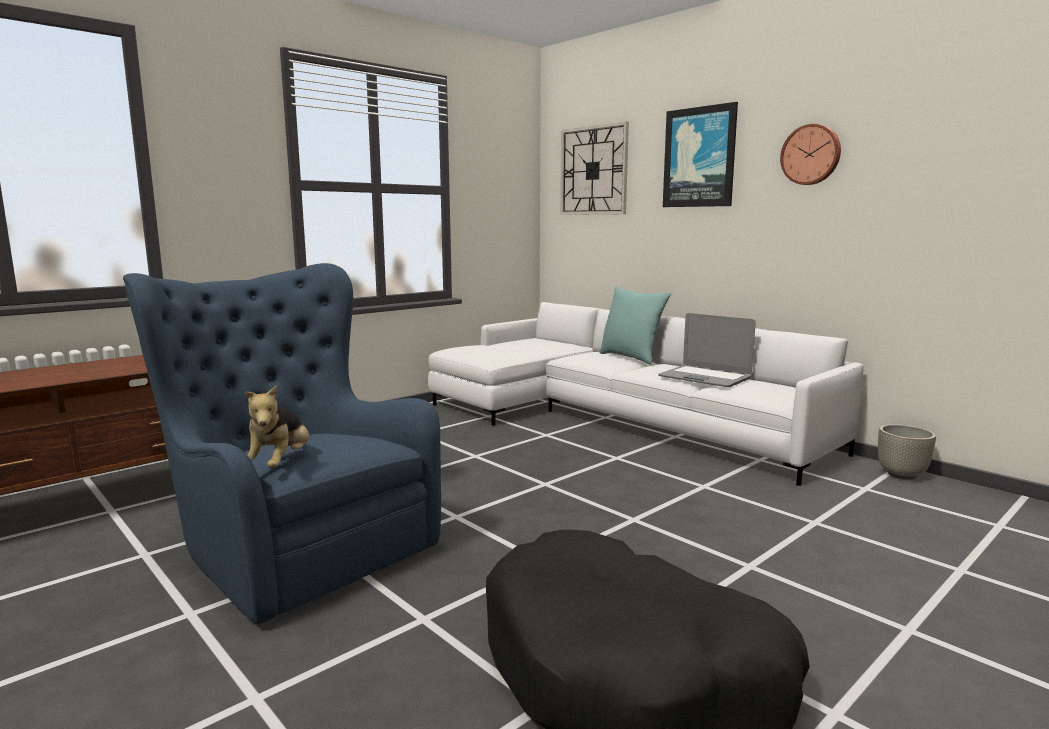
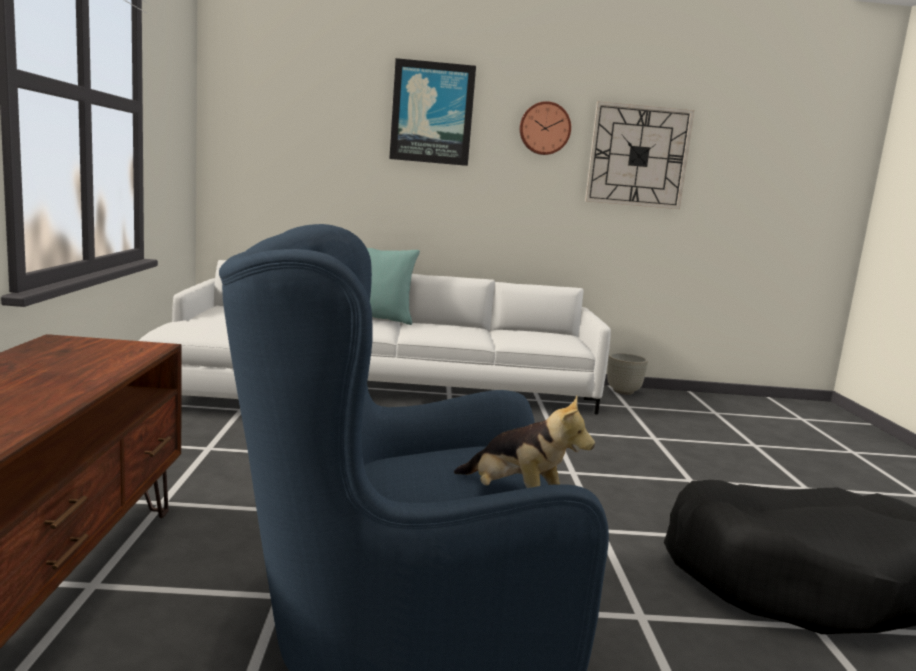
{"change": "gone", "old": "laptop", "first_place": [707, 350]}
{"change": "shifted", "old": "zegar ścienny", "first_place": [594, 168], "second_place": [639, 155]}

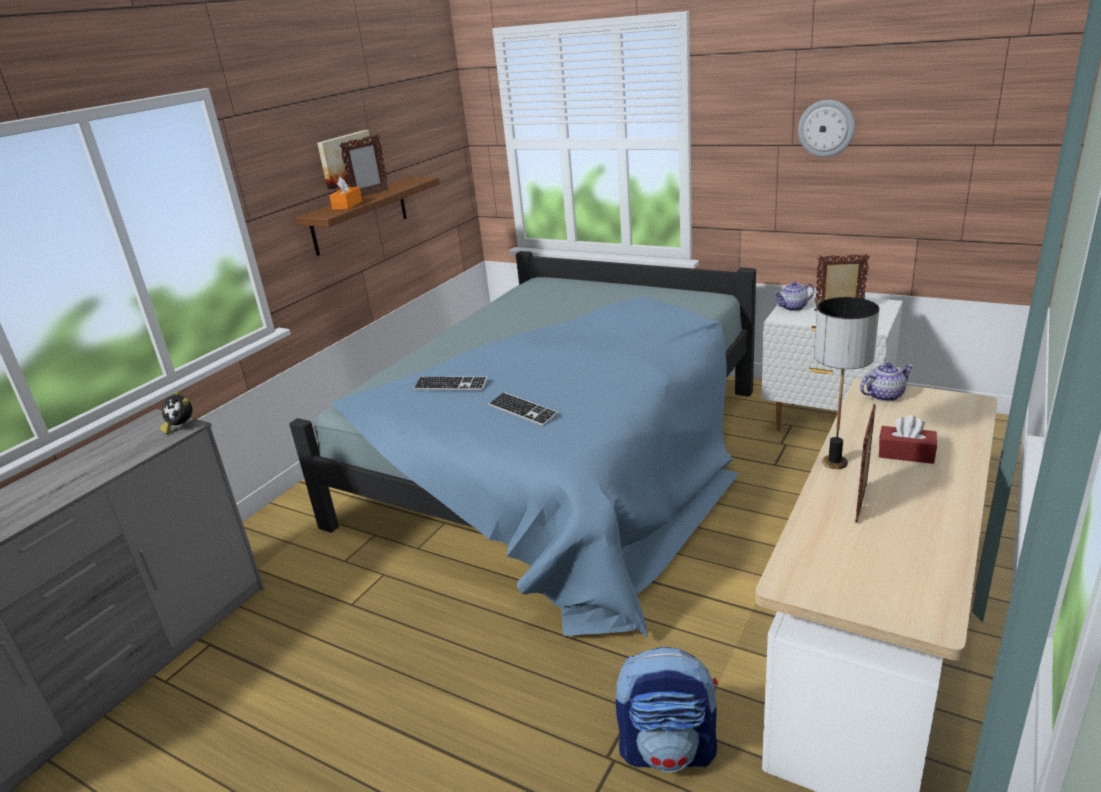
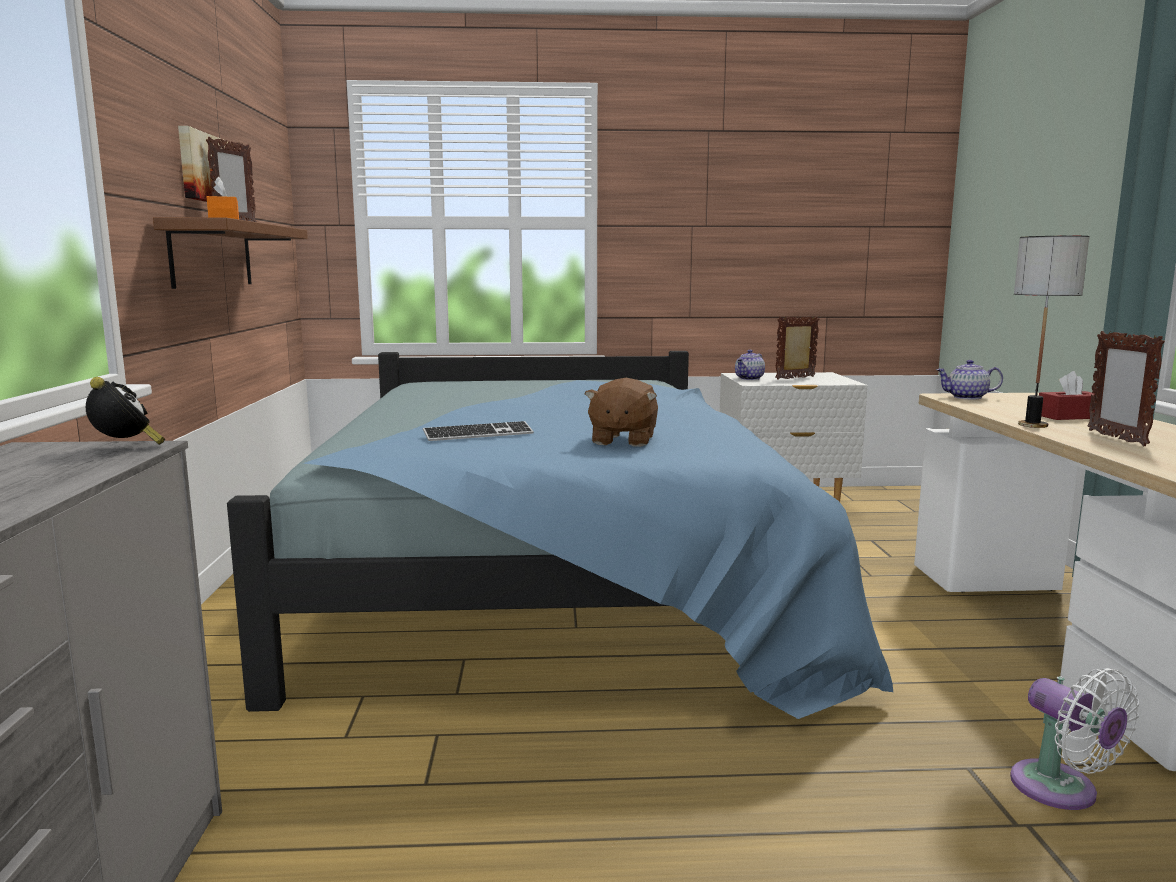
{"change": "gone", "old": "zegar ścienny", "first_place": [826, 128]}
{"change": "swapped", "old": "klawiatura", "new": "pluszak [brązowy]", "first_place": [523, 409], "second_place": [621, 412]}
{"change": "swapped", "old": "plecak", "new": "wentylator [biały]", "first_place": [667, 709], "second_place": [1074, 739]}
{"change": "rotated", "old": "budzik", "first_place": [175, 412], "second_place": [125, 411], "degrees": -120}
{"change": "rotated", "old": "imbryk", "first_place": [886, 382], "second_place": [969, 380], "degrees": -120}

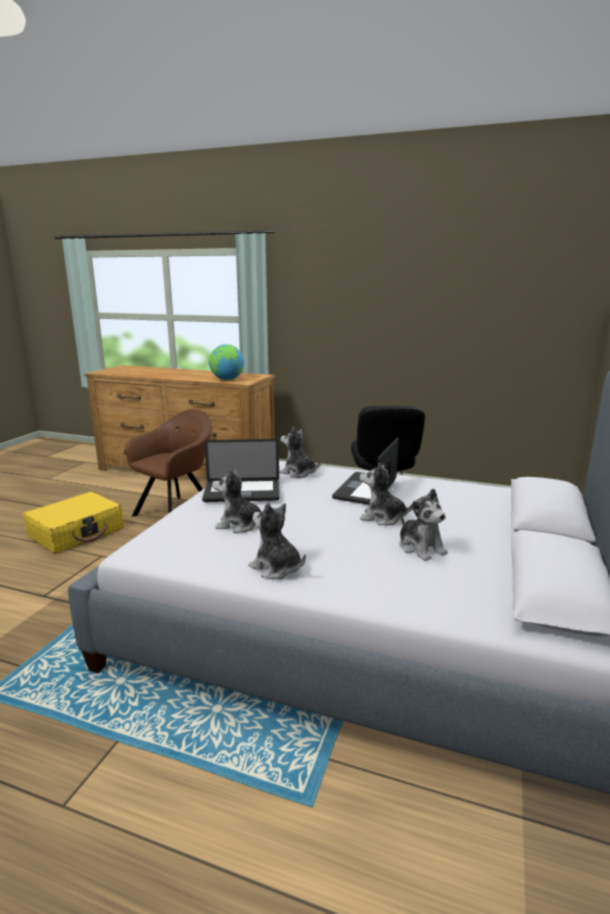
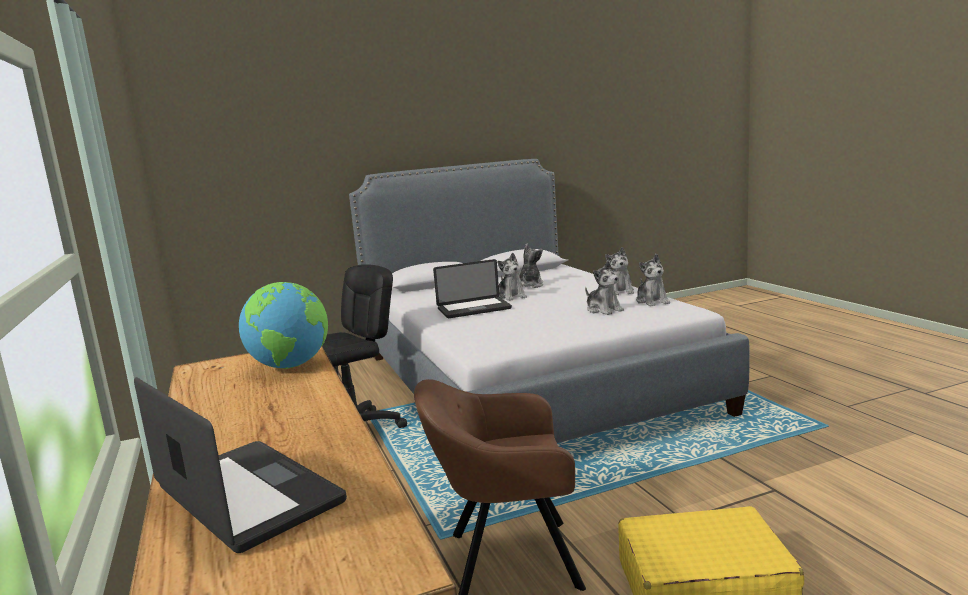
{"change": "shifted", "old": "laptop", "first_place": [241, 470], "second_place": [240, 465]}
{"change": "shifted", "old": "pluszak", "first_place": [300, 452], "second_place": [653, 280]}

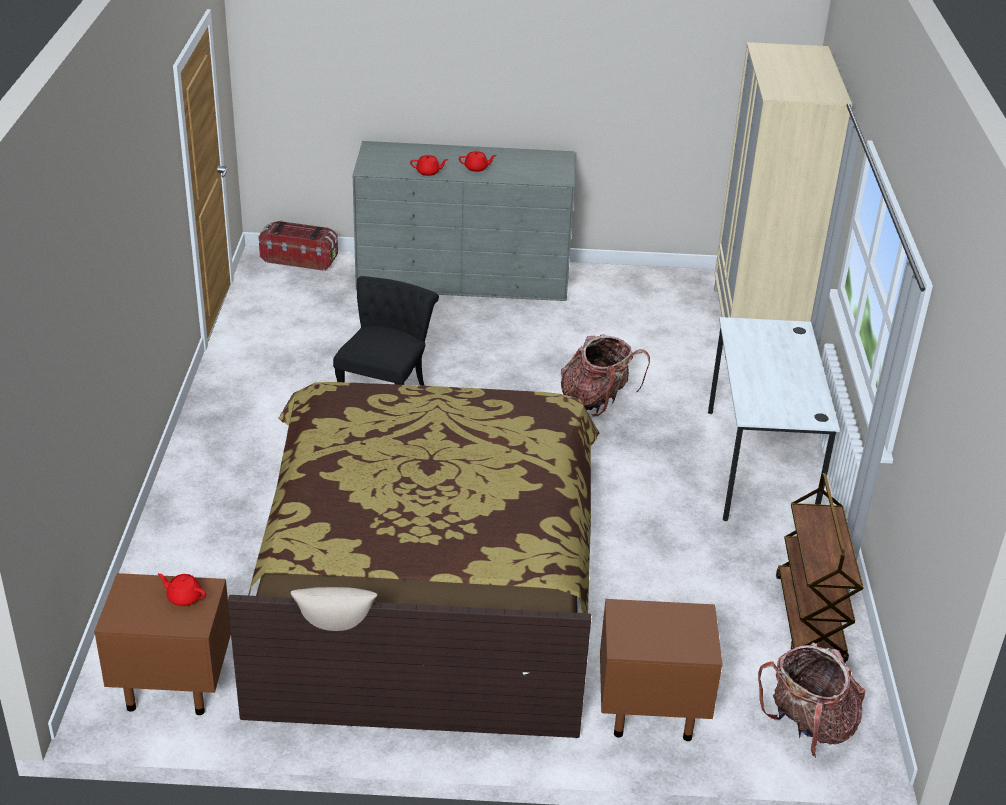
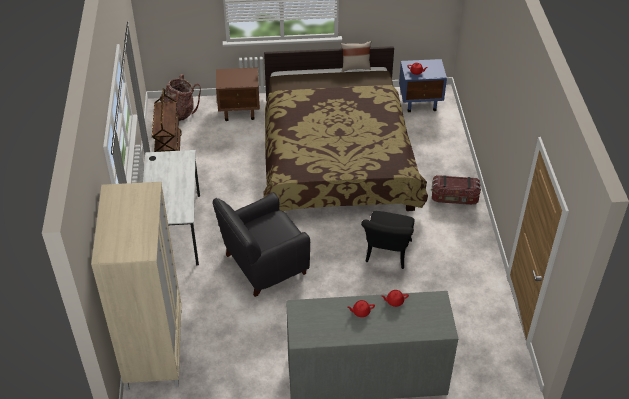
{"change": "shifted", "old": "pojemnik do przechowywania", "first_place": [298, 246], "second_place": [456, 190]}
{"change": "swapped", "old": "plecak", "new": "fotel [czarny]", "first_place": [605, 375], "second_place": [261, 245]}
{"change": "repainted", "old": "szafka nocna [brązowy]", "new": "szafka nocna [niebieski]", "first_place": [162, 644], "second_place": [423, 85]}

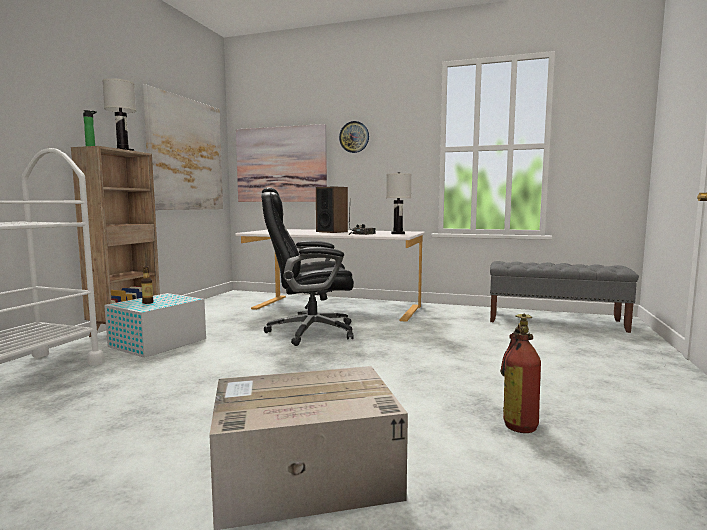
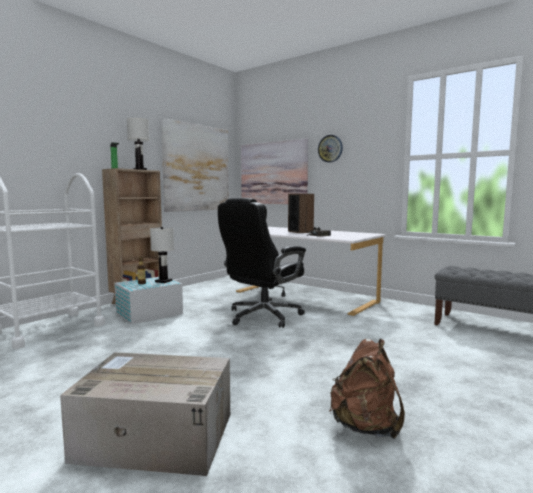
{"change": "shifted", "old": "lampa stołowa [biały]", "first_place": [399, 203], "second_place": [162, 255]}
{"change": "swapped", "old": "gaśnica", "new": "plecak [brązowy]", "first_place": [520, 373], "second_place": [367, 389]}
{"change": "rotated", "old": "krzesło biurowe [czarny]", "first_place": [307, 266], "second_place": [262, 263], "degrees": -60}

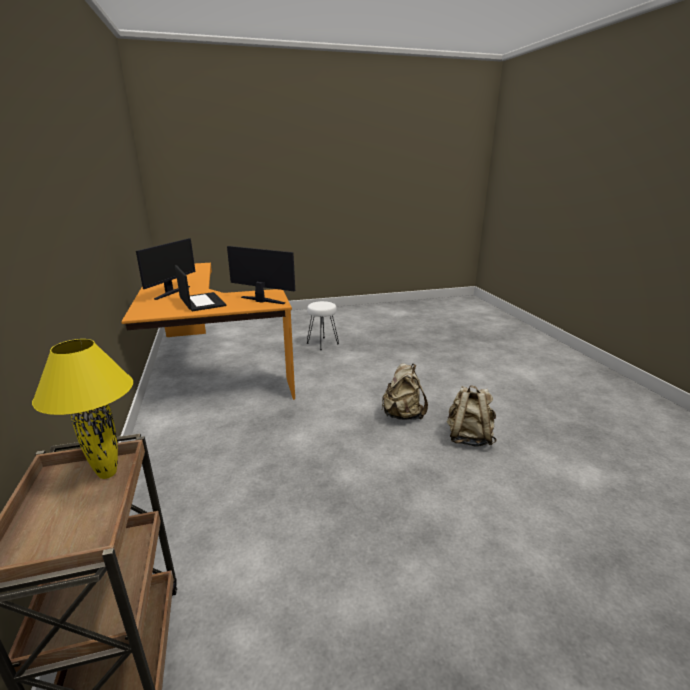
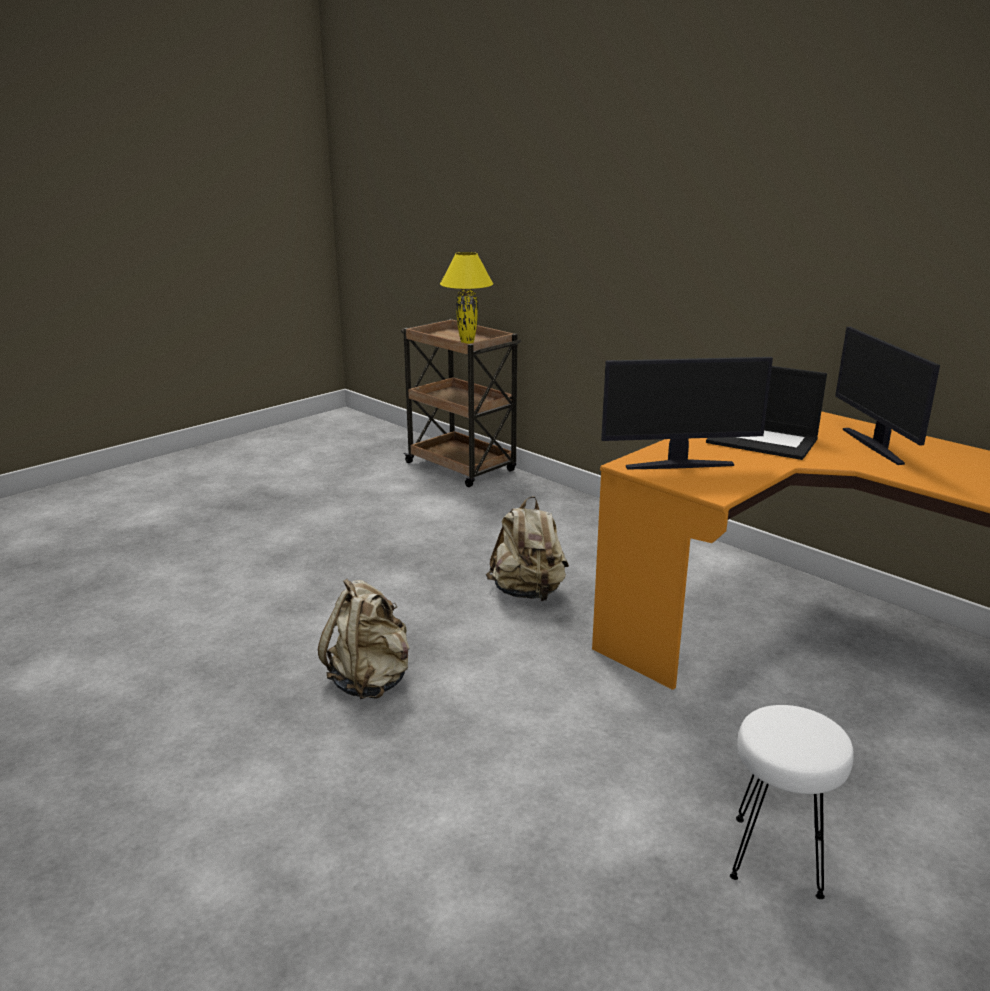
{"change": "shifted", "old": "plecak [beżowy]", "first_place": [471, 416], "second_place": [527, 548]}

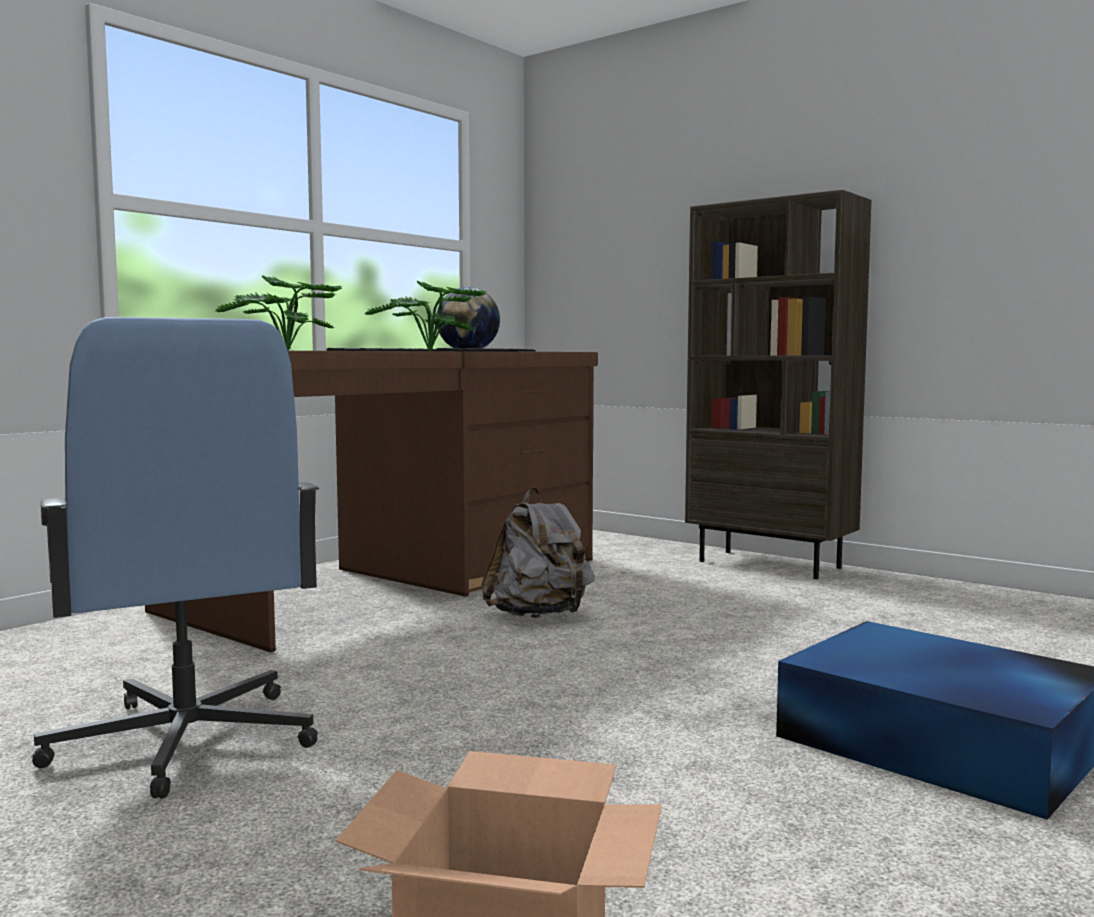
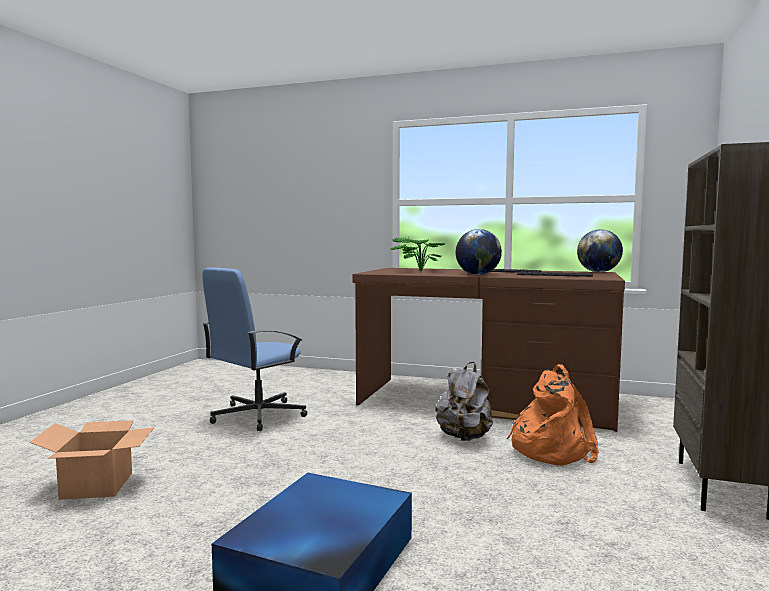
{"change": "new", "new": "plecak [pomarańczowy]", "second_place": [552, 415]}
{"change": "swapped", "old": "roślina doniczkowa", "new": "globus", "first_place": [425, 316], "second_place": [479, 252]}

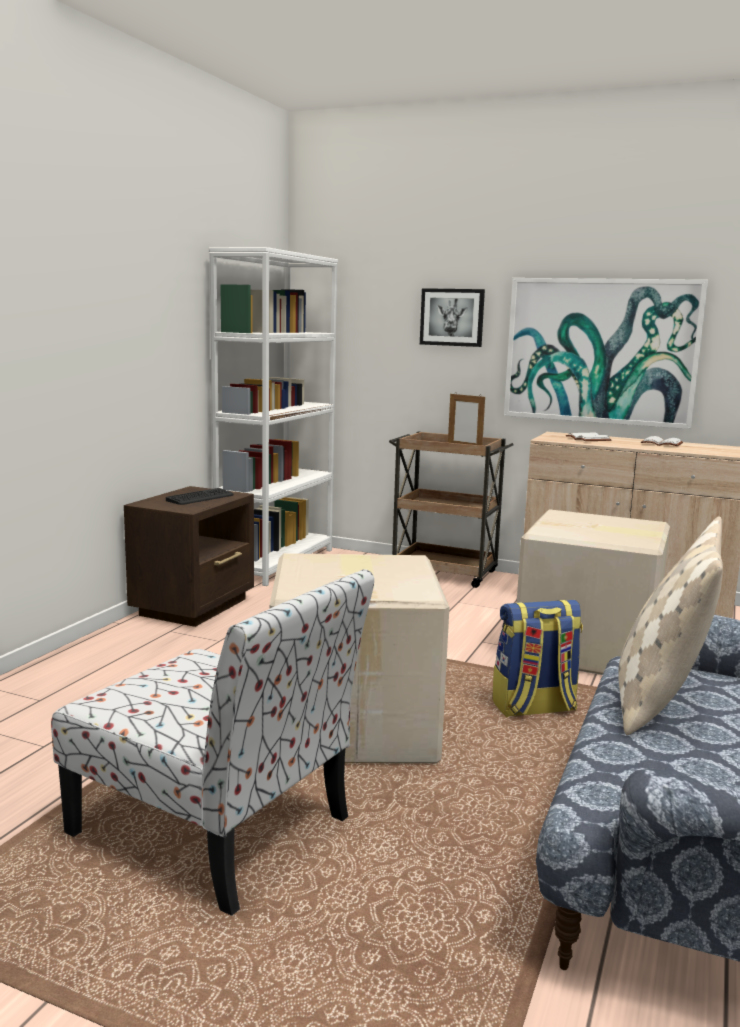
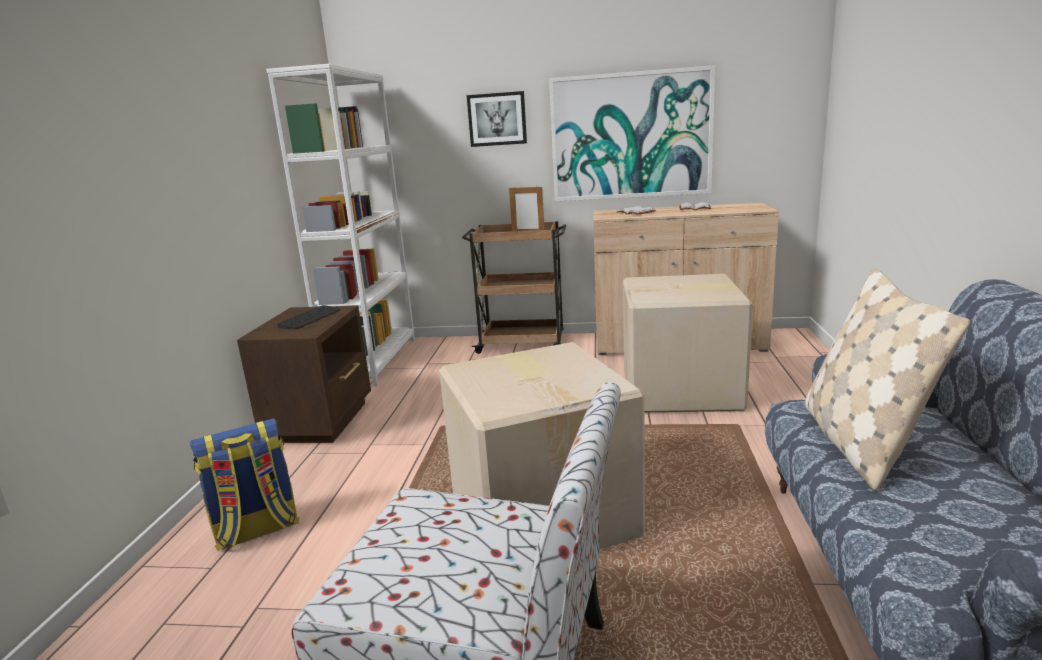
{"change": "shifted", "old": "plecak", "first_place": [537, 658], "second_place": [244, 485]}

